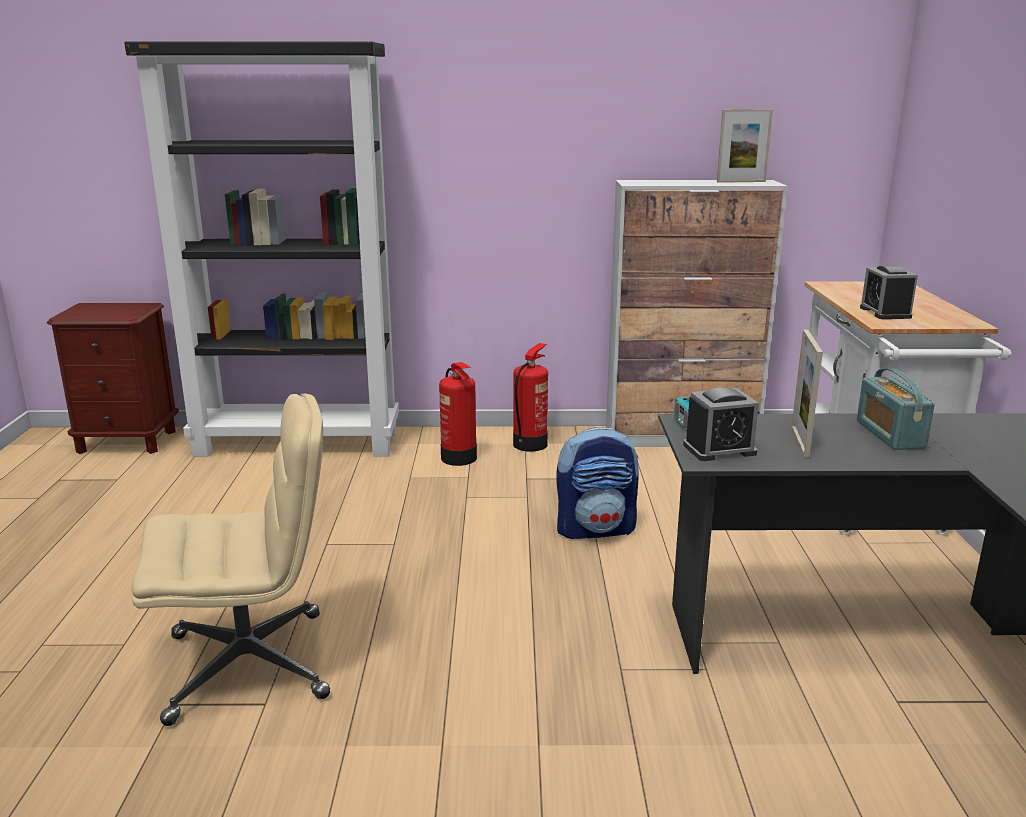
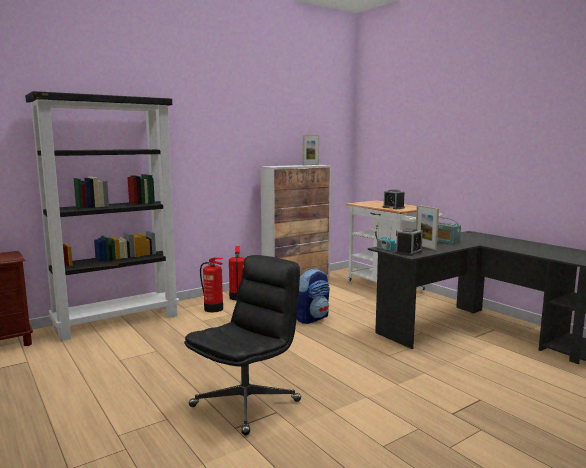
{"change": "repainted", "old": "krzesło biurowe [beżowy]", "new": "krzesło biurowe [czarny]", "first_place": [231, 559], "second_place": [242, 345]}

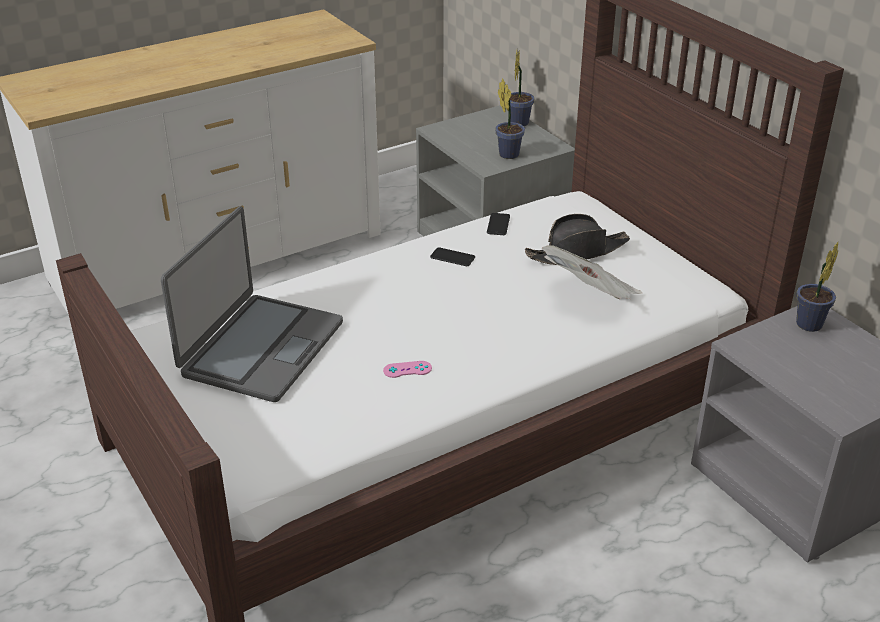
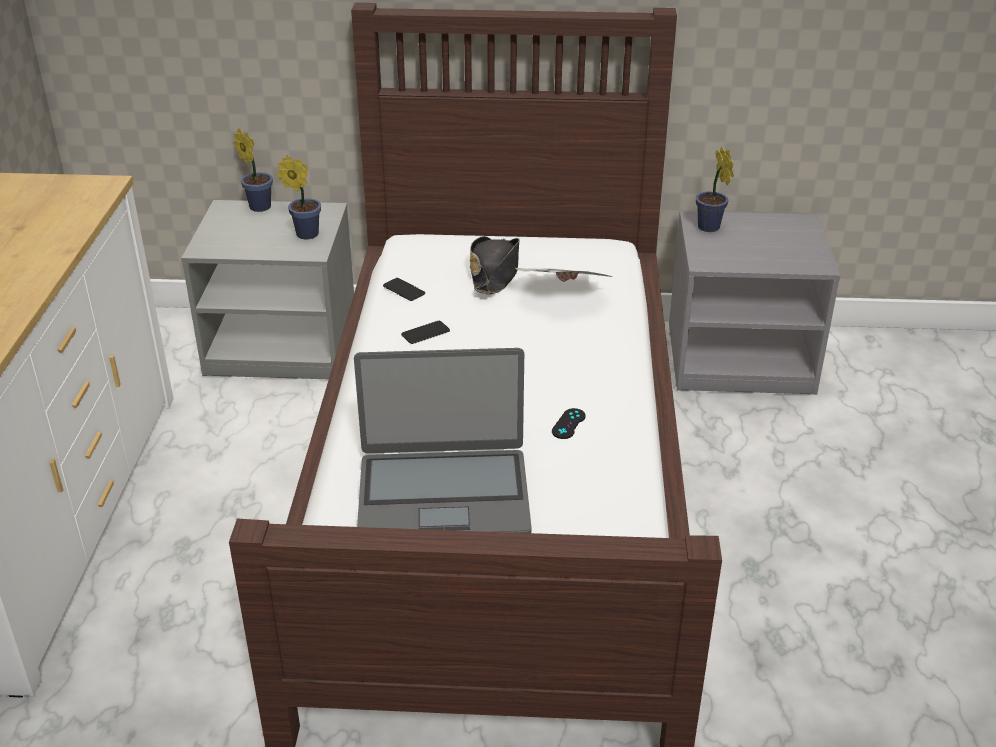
{"change": "repainted", "old": "pad do gier [różowy]", "new": "pad do gier [czarny]", "first_place": [407, 369], "second_place": [569, 423]}
{"change": "rotated", "old": "laptop", "first_place": [252, 304], "second_place": [443, 440], "degrees": 120}

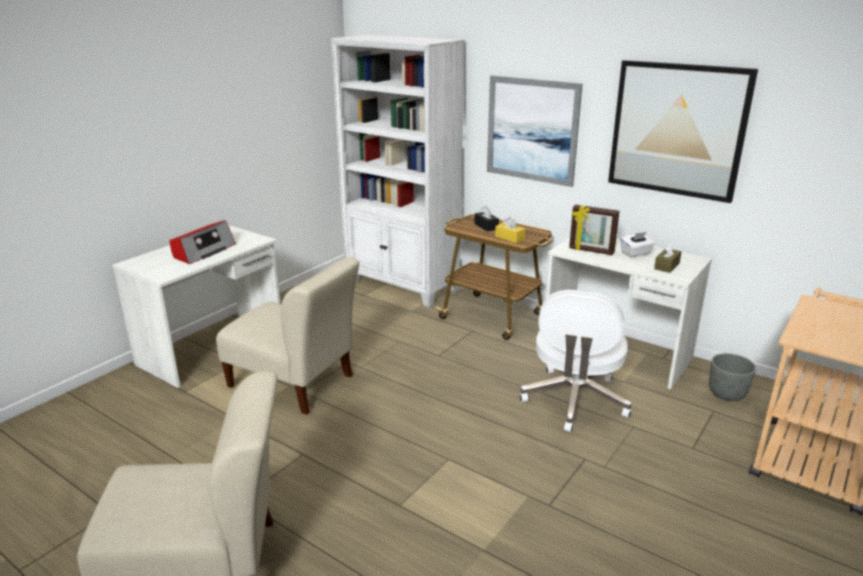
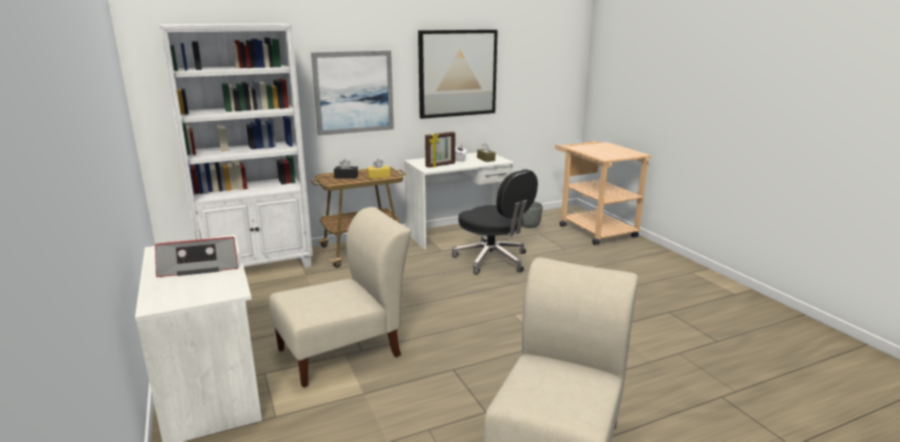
{"change": "repainted", "old": "krzesło biurowe [biały]", "new": "krzesło biurowe [czarny]", "first_place": [575, 361], "second_place": [495, 222]}
{"change": "rotated", "old": "radio", "first_place": [203, 242], "second_place": [196, 257], "degrees": 105}

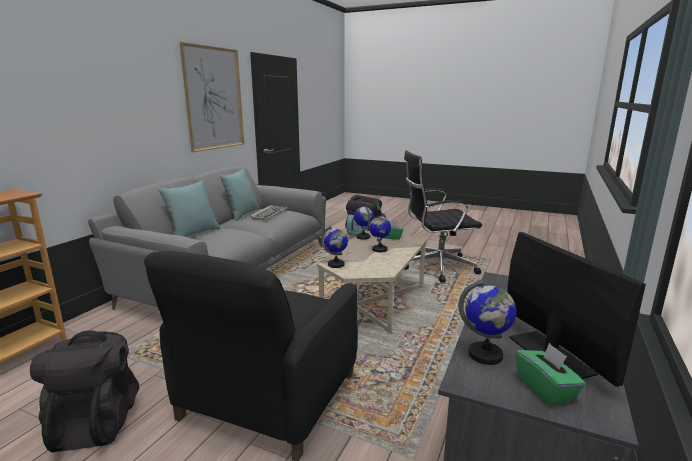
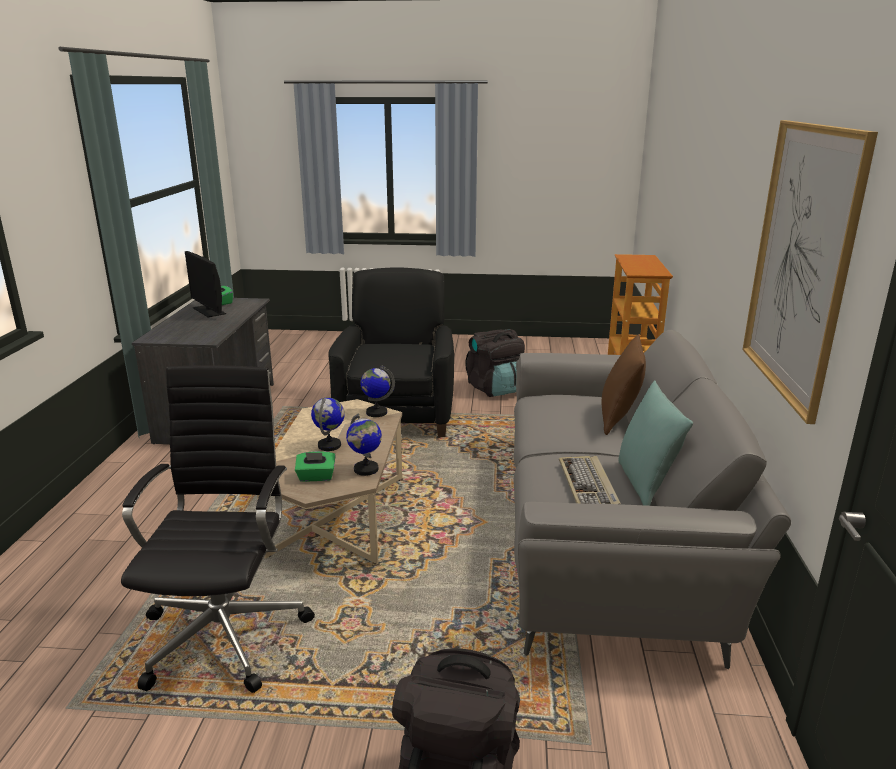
{"change": "gone", "old": "globus", "first_place": [487, 322]}
{"change": "repainted", "old": "poduszka [turkusowy]", "new": "poduszka [brązowy]", "first_place": [189, 208], "second_place": [623, 384]}
{"change": "rotated", "old": "krzesło biurowe [czarny]", "first_place": [443, 217], "second_place": [218, 529], "degrees": -60}

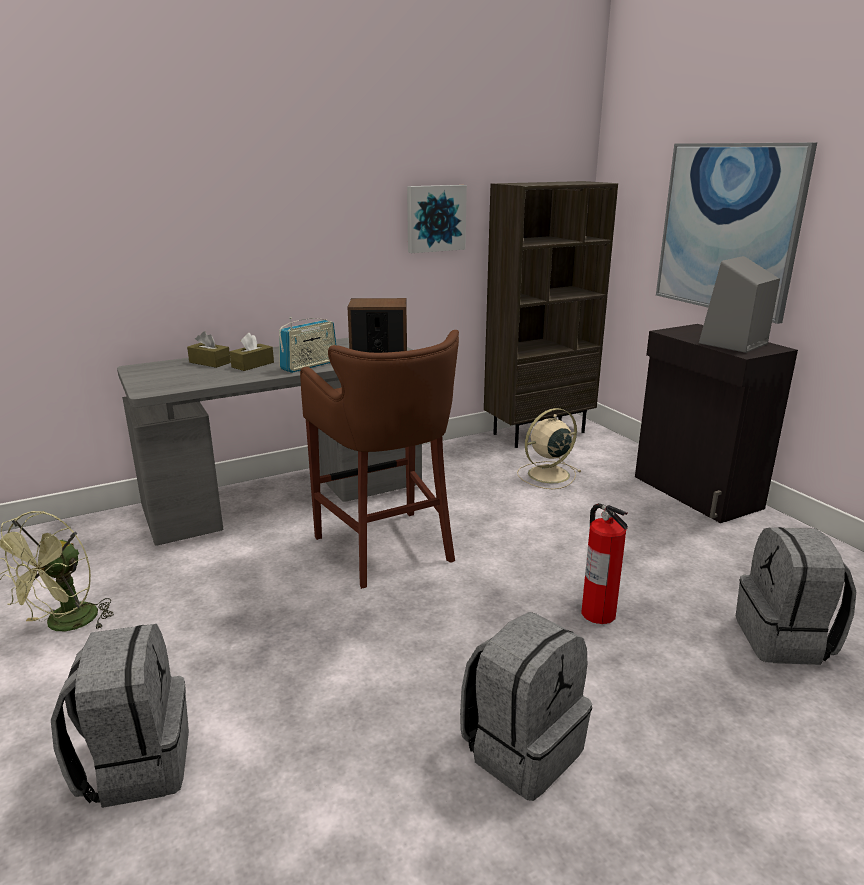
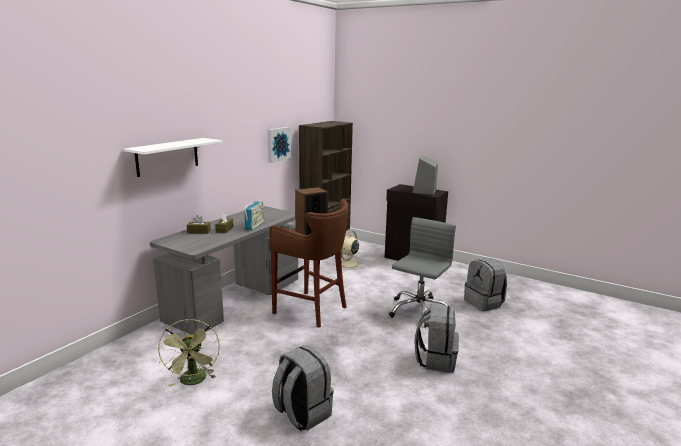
{"change": "gone", "old": "obraz", "first_place": [736, 233]}
{"change": "new", "new": "półka [biały]", "second_place": [173, 157]}
{"change": "swapped", "old": "gaśnica", "new": "krzesło biurowe [szary]", "first_place": [604, 563], "second_place": [422, 272]}

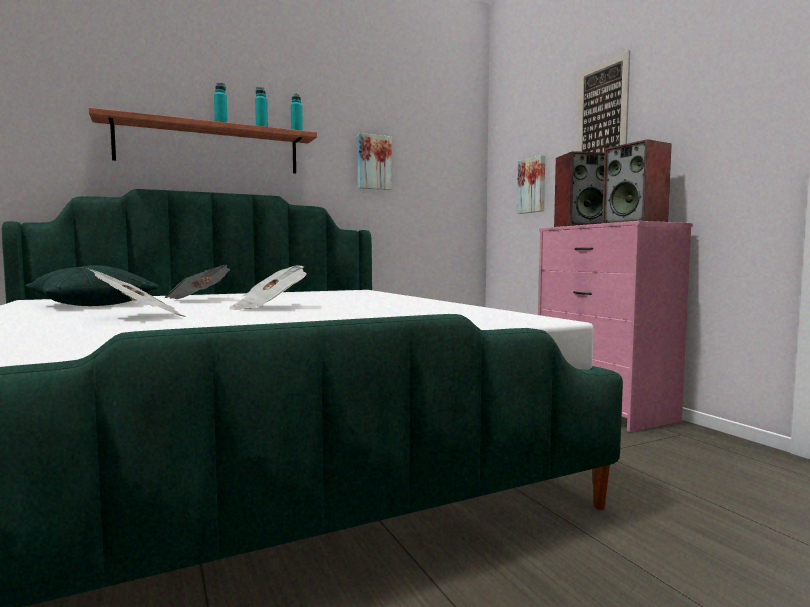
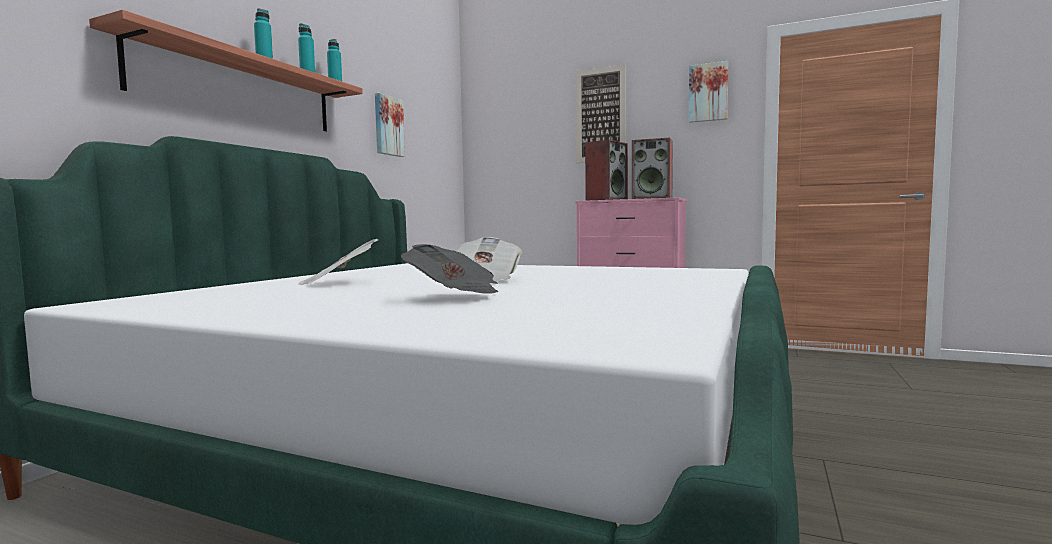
{"change": "gone", "old": "poduszka [zielony]", "first_place": [92, 285]}
{"change": "shifted", "old": "obraz", "first_place": [531, 184], "second_place": [709, 92]}

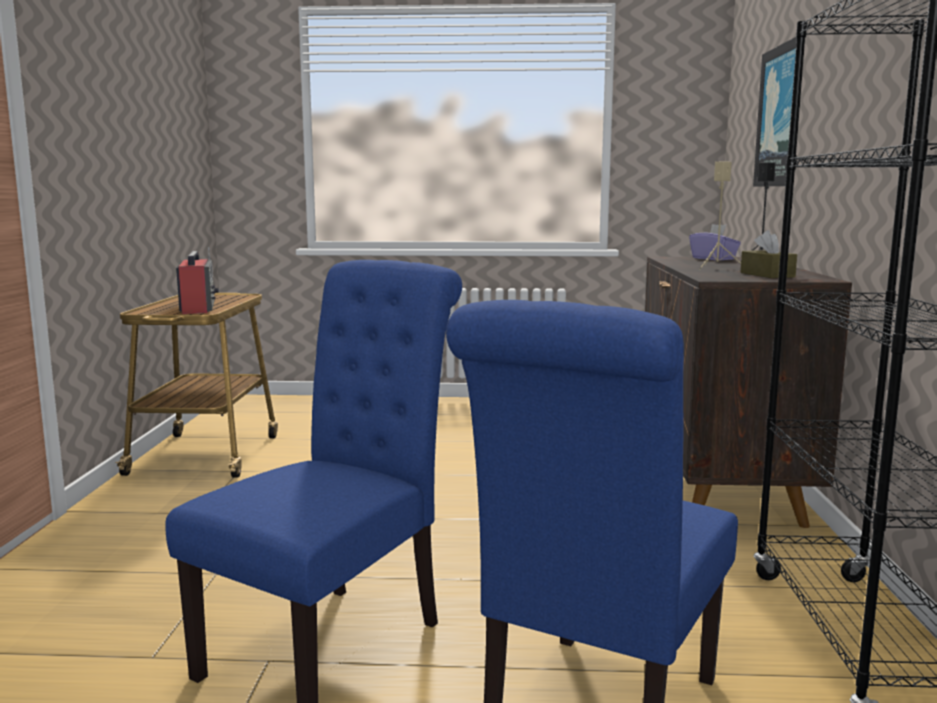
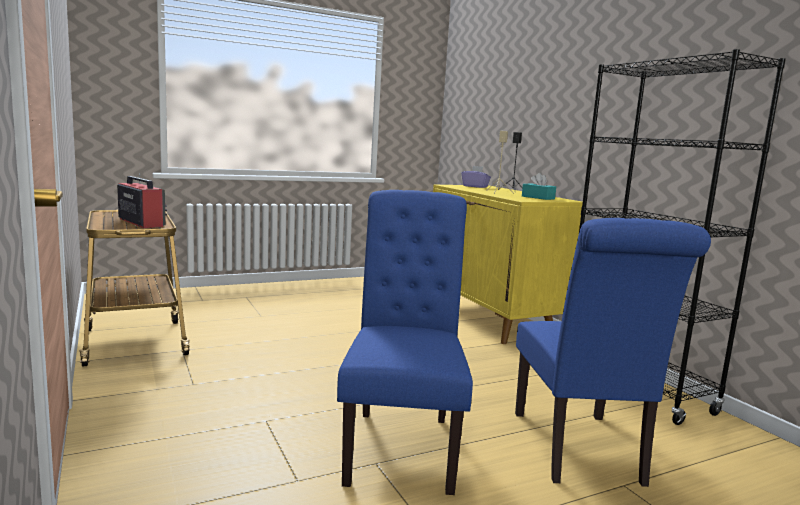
{"change": "gone", "old": "obraz", "first_place": [775, 112]}
{"change": "repainted", "old": "szafka [brązowy]", "new": "szafka [żółty]", "first_place": [748, 392], "second_place": [508, 264]}
{"change": "repainted", "old": "pudełko chusteczek [brązowy]", "new": "pudełko chusteczek [turkusowy]", "first_place": [769, 254], "second_place": [539, 186]}

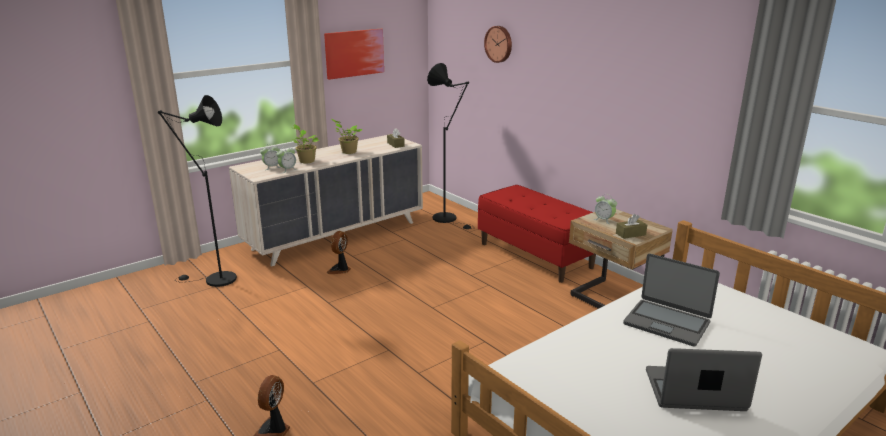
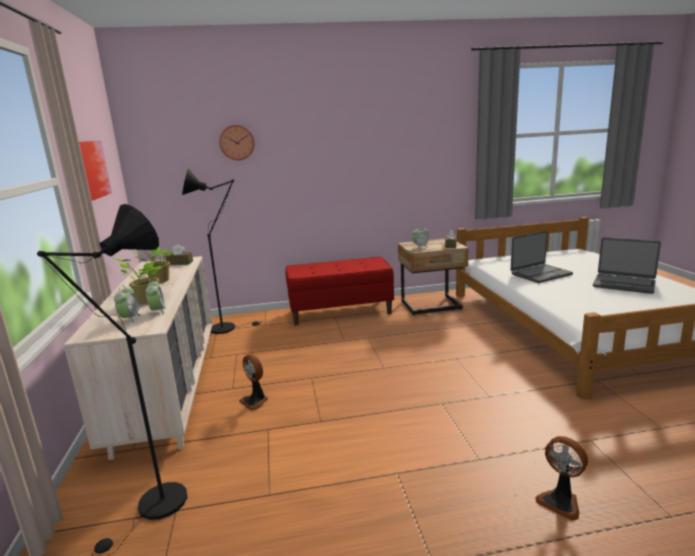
{"change": "rotated", "old": "laptop", "first_place": [704, 379], "second_place": [627, 266], "degrees": -90}

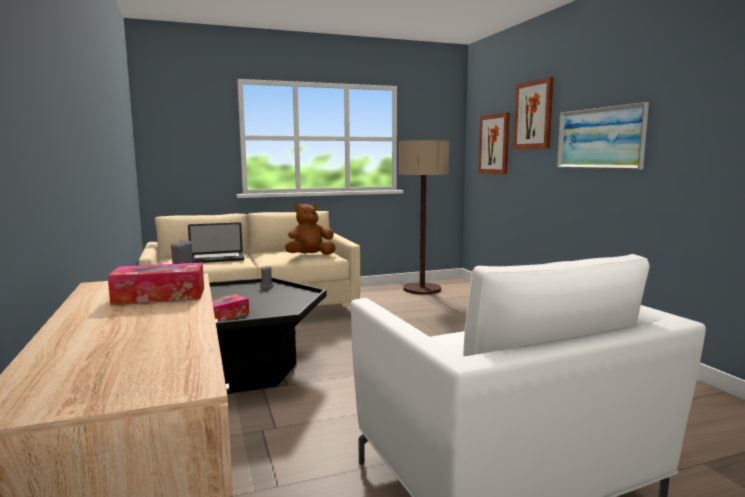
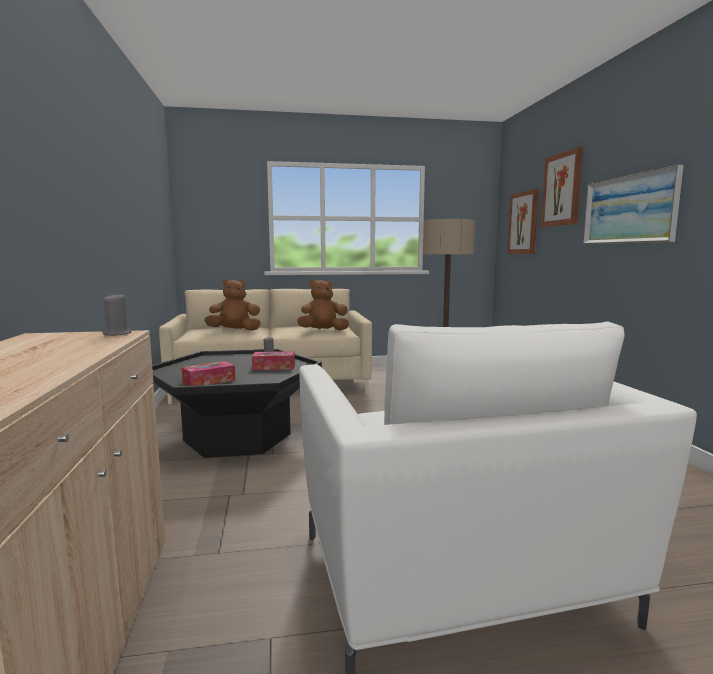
{"change": "shifted", "old": "pudełko chusteczek", "first_place": [156, 283], "second_place": [273, 360]}
{"change": "swapped", "old": "laptop", "new": "pluszak [brązowy]", "first_place": [216, 242], "second_place": [232, 305]}

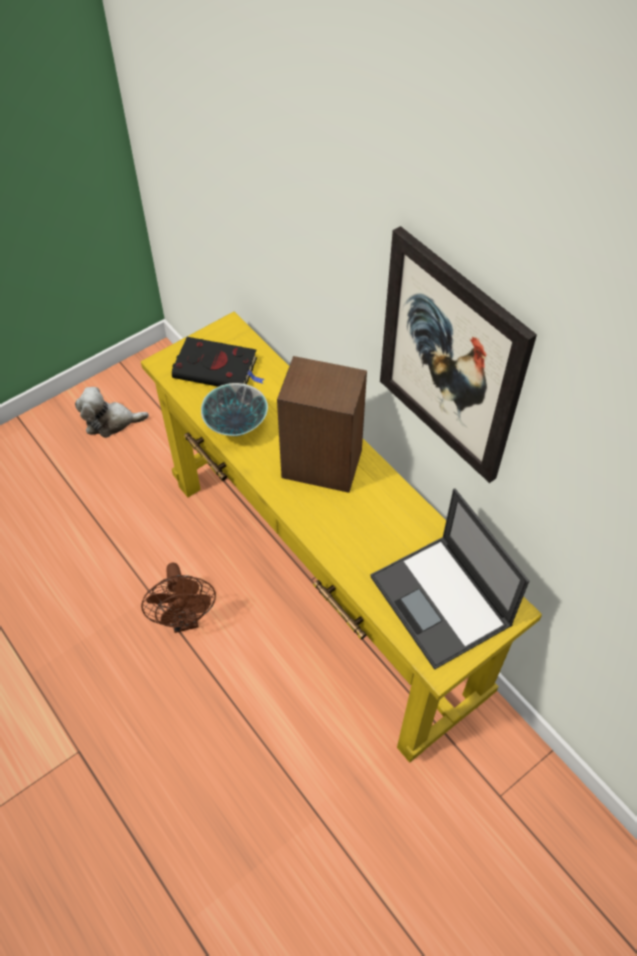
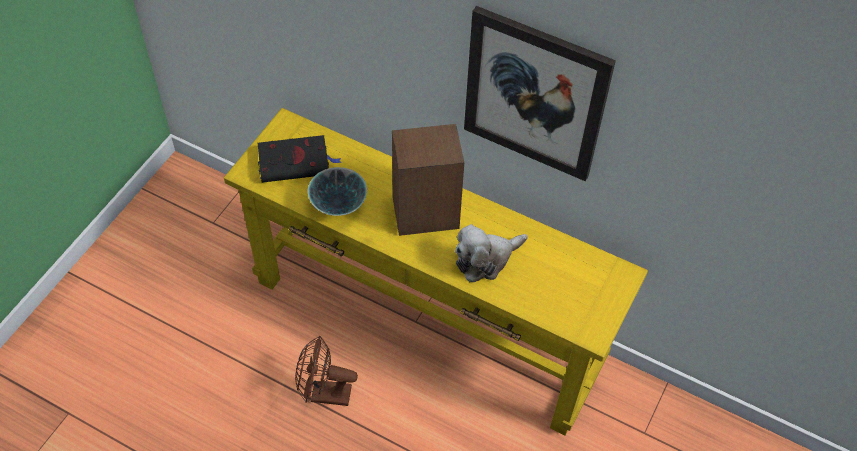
{"change": "gone", "old": "laptop", "first_place": [449, 579]}
{"change": "shifted", "old": "pluszak", "first_place": [112, 412], "second_place": [491, 253]}
{"change": "rotated", "old": "wentylator [brązowy]", "first_place": [178, 597], "second_place": [326, 371], "degrees": 135}

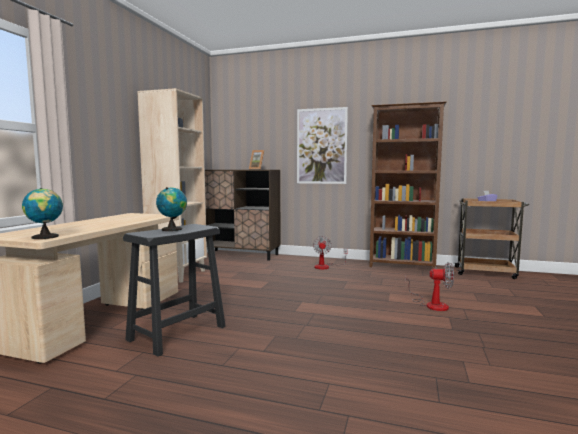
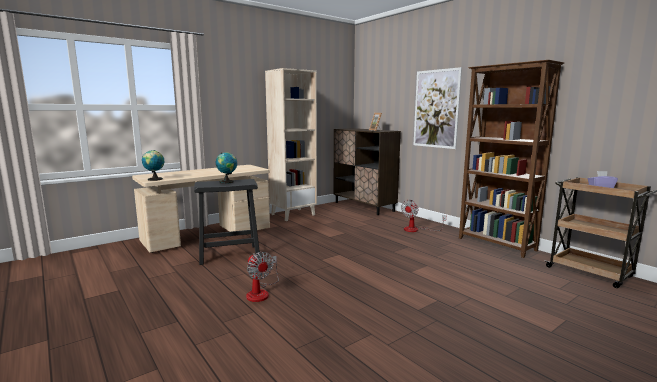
{"change": "shifted", "old": "wentylator", "first_place": [429, 286], "second_place": [262, 277]}

